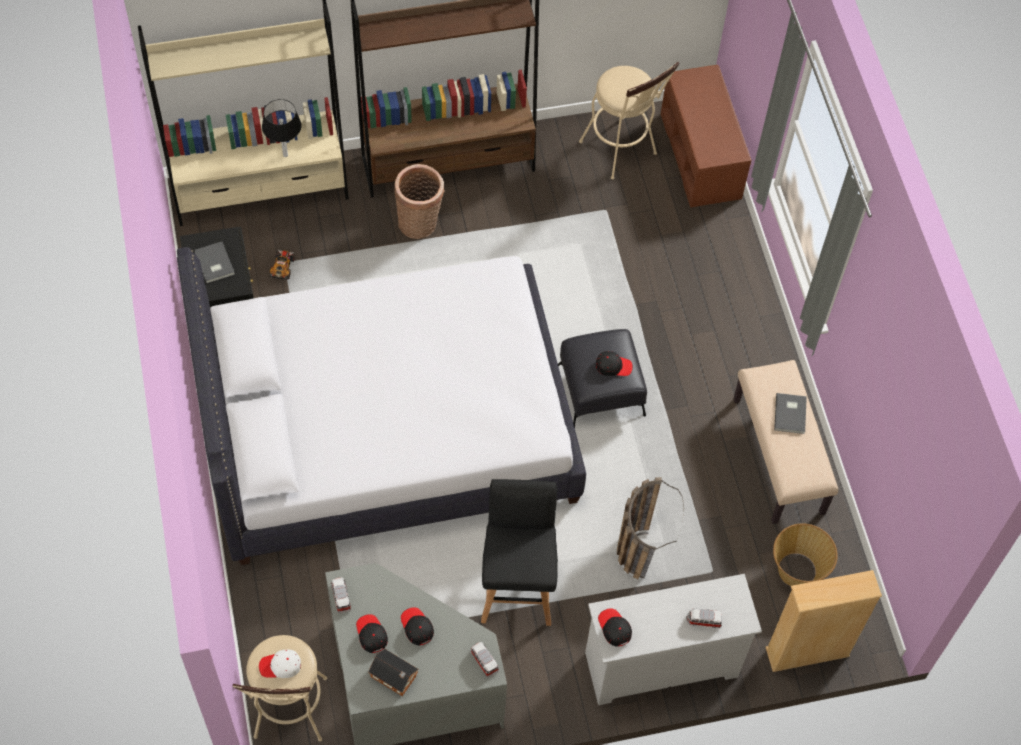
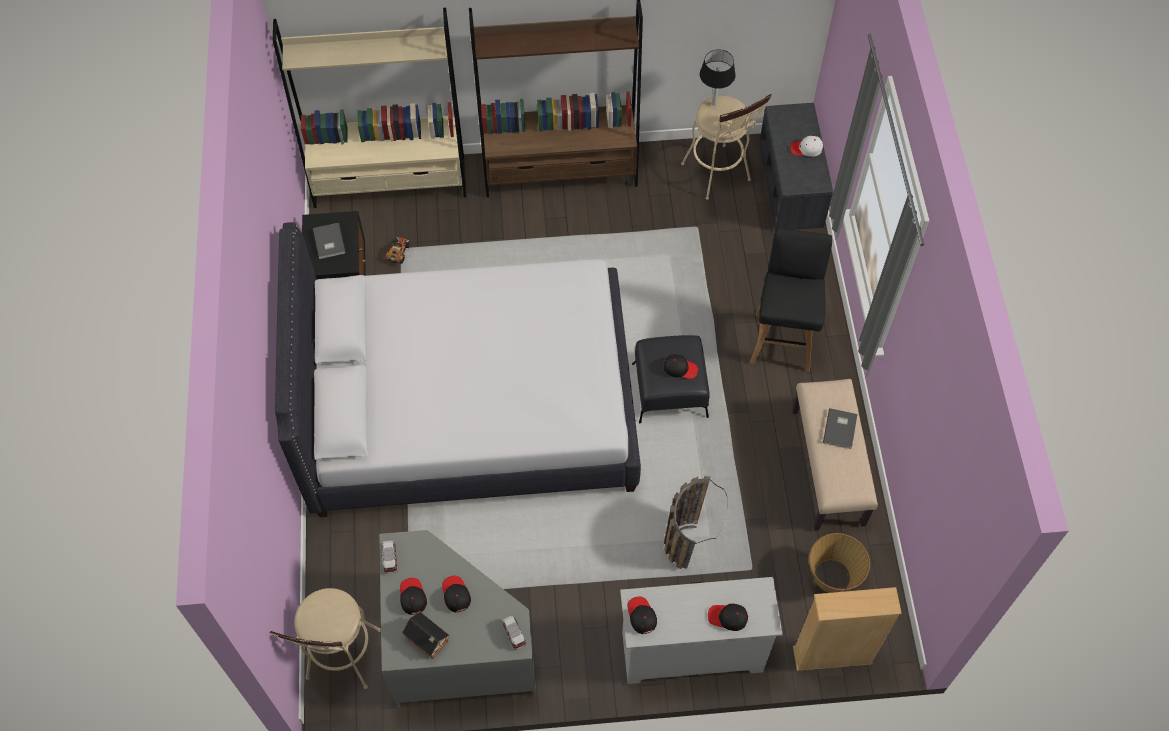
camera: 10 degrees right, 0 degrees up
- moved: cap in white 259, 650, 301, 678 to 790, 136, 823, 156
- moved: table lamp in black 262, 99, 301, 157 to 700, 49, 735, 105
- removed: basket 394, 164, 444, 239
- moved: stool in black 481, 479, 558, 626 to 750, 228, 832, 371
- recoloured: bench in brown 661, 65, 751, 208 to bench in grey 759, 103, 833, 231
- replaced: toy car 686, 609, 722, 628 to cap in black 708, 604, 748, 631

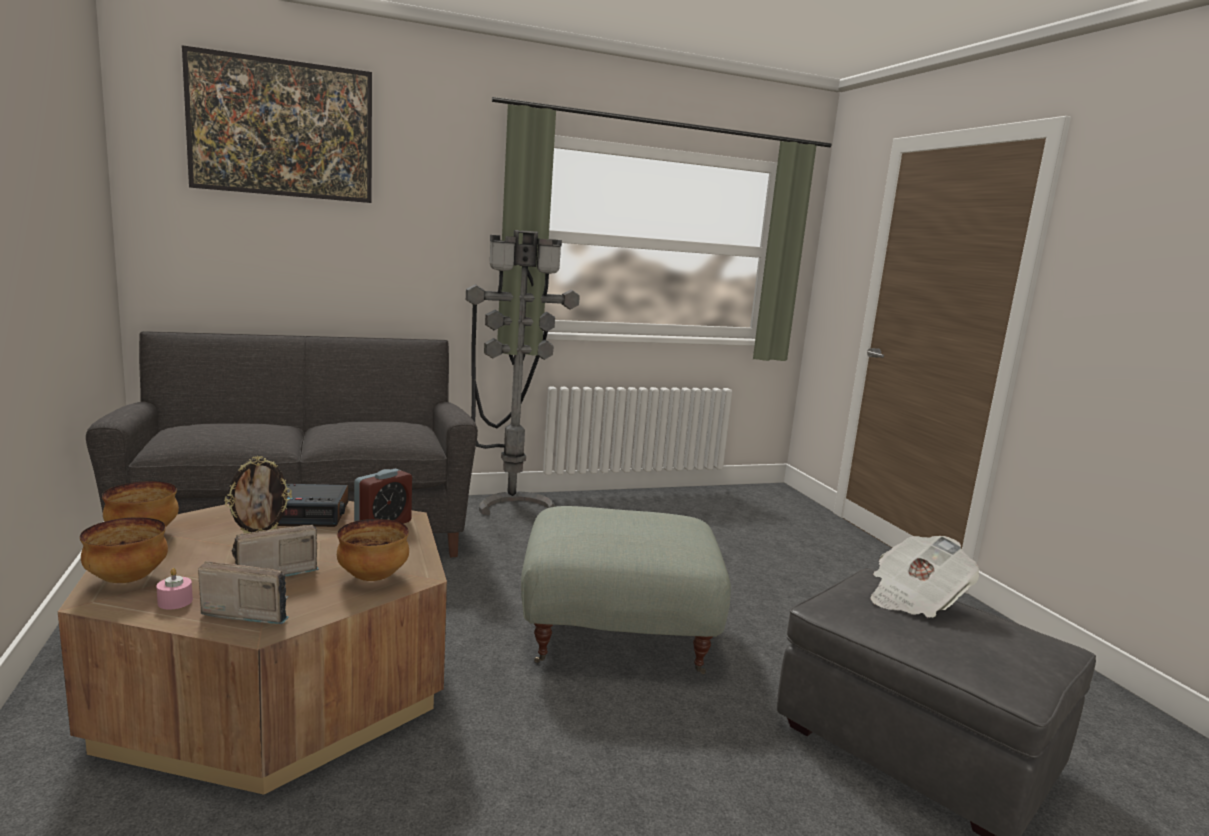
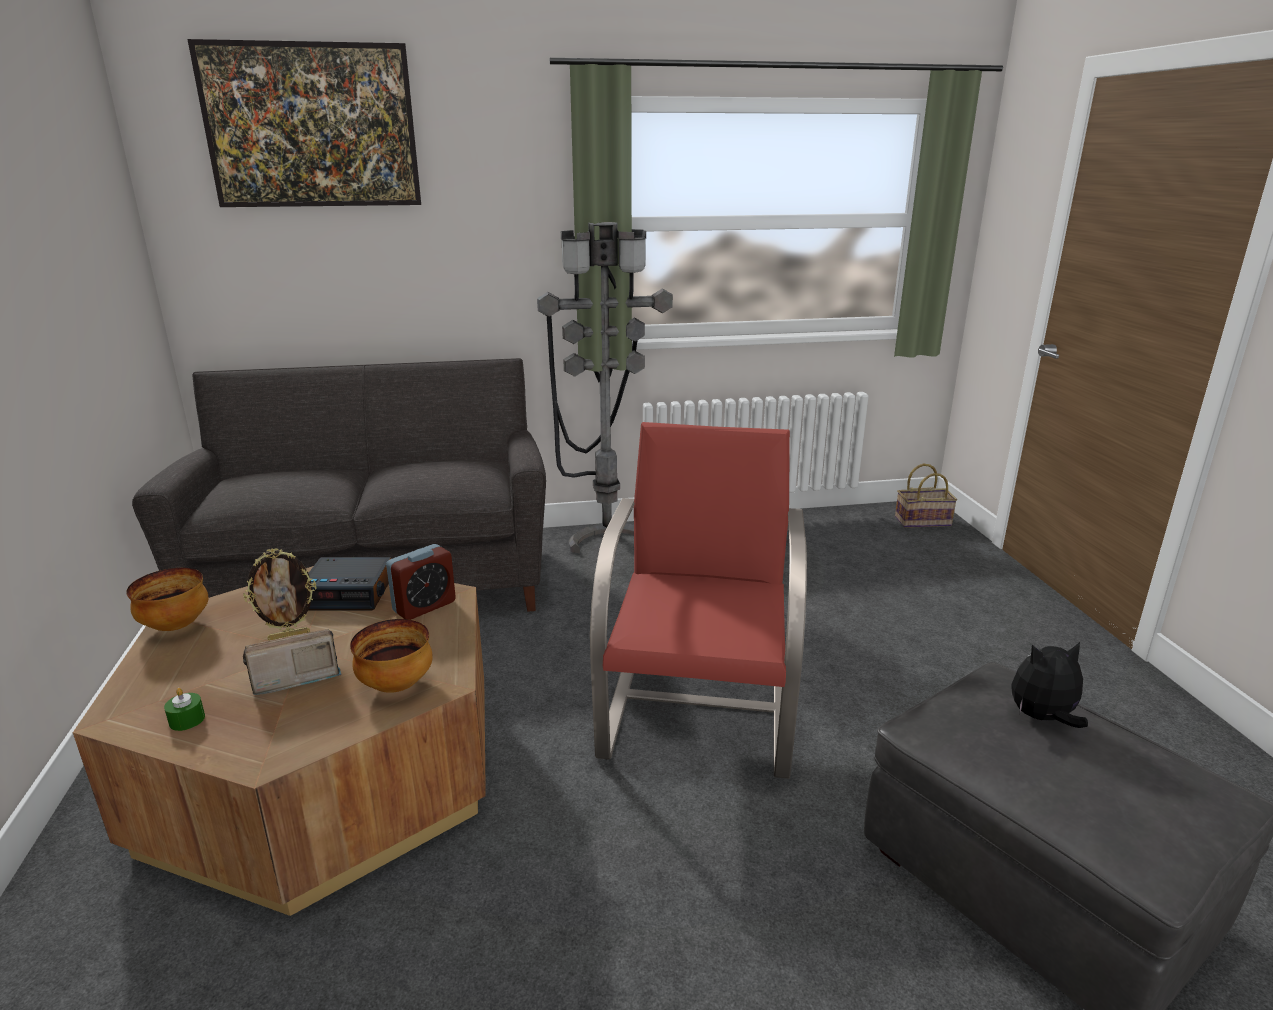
camera: 10 degrees right, 10 degrees up
- removed: bowl 80, 517, 168, 583
- recoloured: candle in pink 156, 568, 193, 610 to candle in green 164, 688, 205, 731
- removed: radio 198, 561, 289, 624
- replaced: ottoman in grey 521, 506, 731, 674 to armchair in red 590, 422, 807, 779
- replaced: newspaper 871, 536, 979, 618 to plush toy 1011, 642, 1088, 728
- added: basket 895, 464, 957, 528

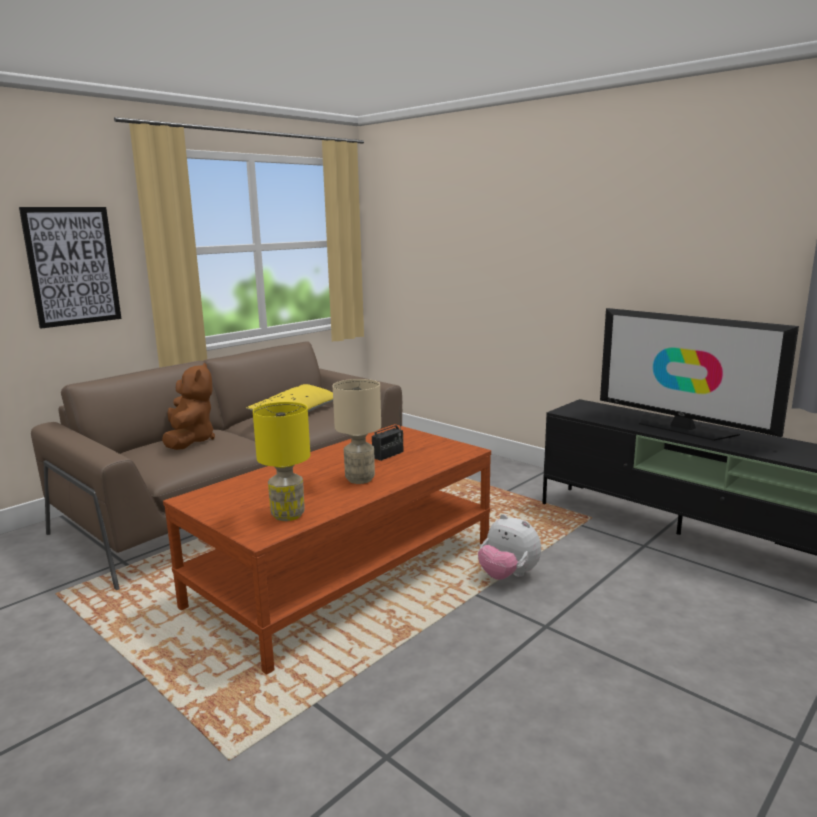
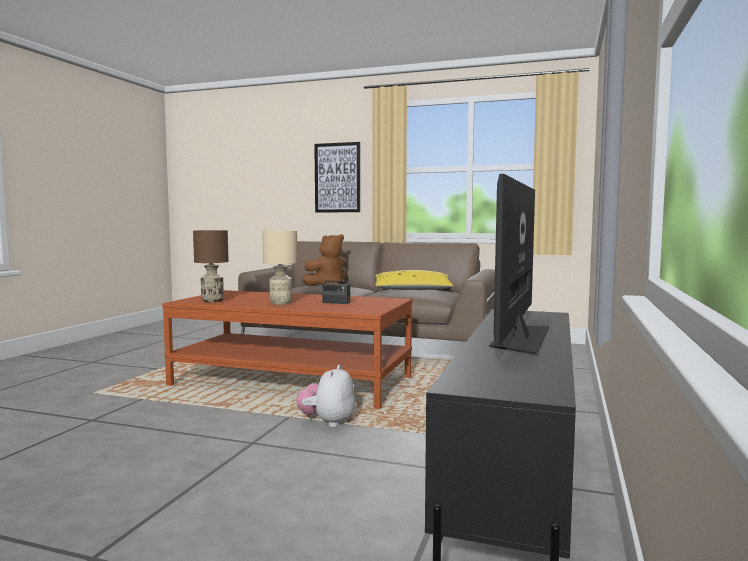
camera: 65 degrees right, 10 degrees down
- recoloured: table lamp in yellow 253, 402, 310, 521 to table lamp in brown 193, 230, 229, 303

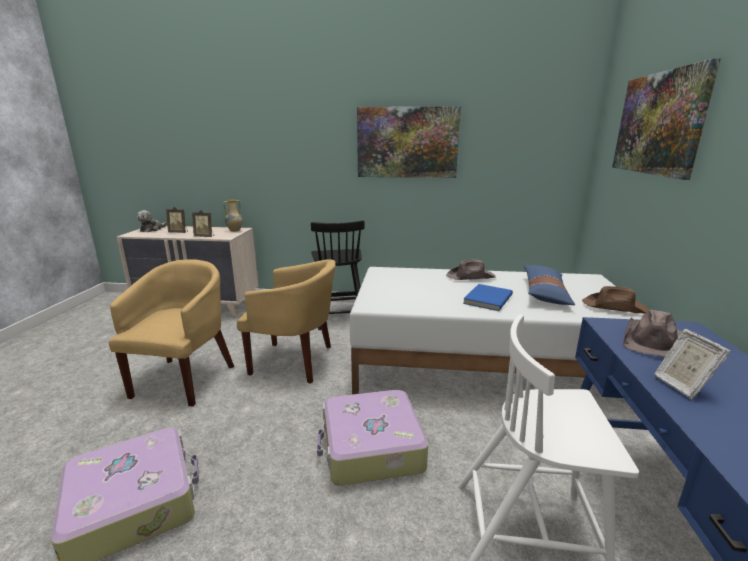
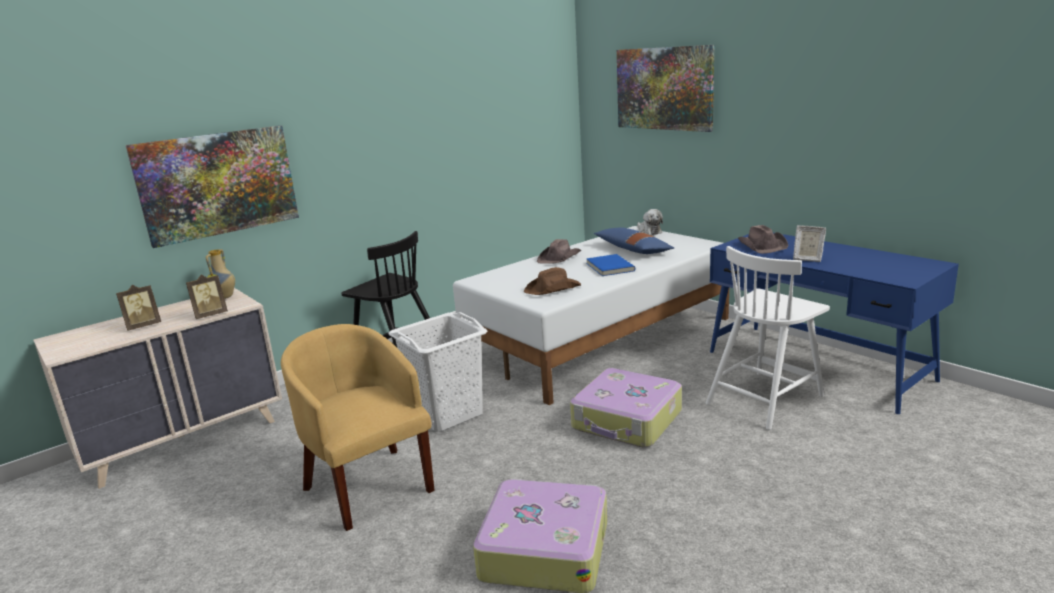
camera: 45 degrees left, 0 degrees up
- moved: plush toy 137, 210, 167, 232 to 637, 209, 663, 235
- replaced: armchair in yellow 237, 259, 336, 384 to laundry basket in white 388, 312, 488, 432
- moved: picture 357, 106, 461, 178 to 126, 125, 299, 248
- moved: hat in brown 582, 286, 649, 314 to 524, 267, 581, 295

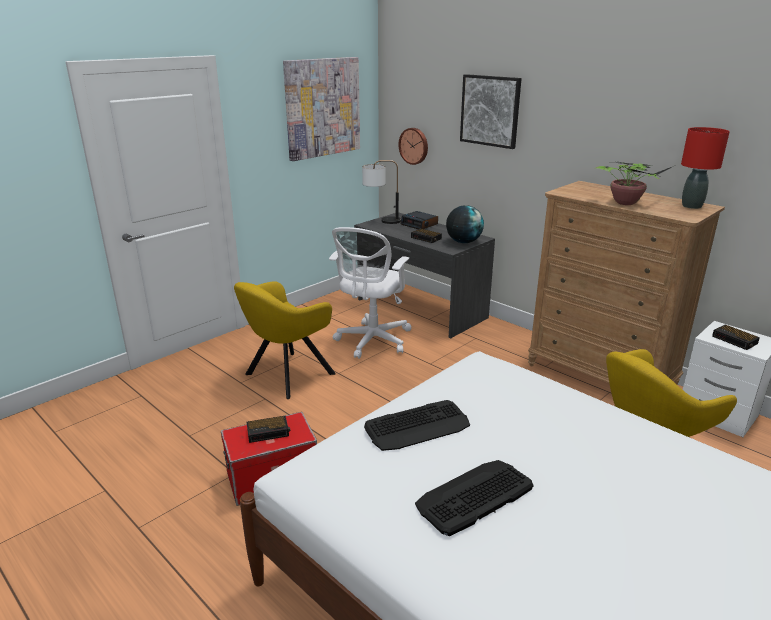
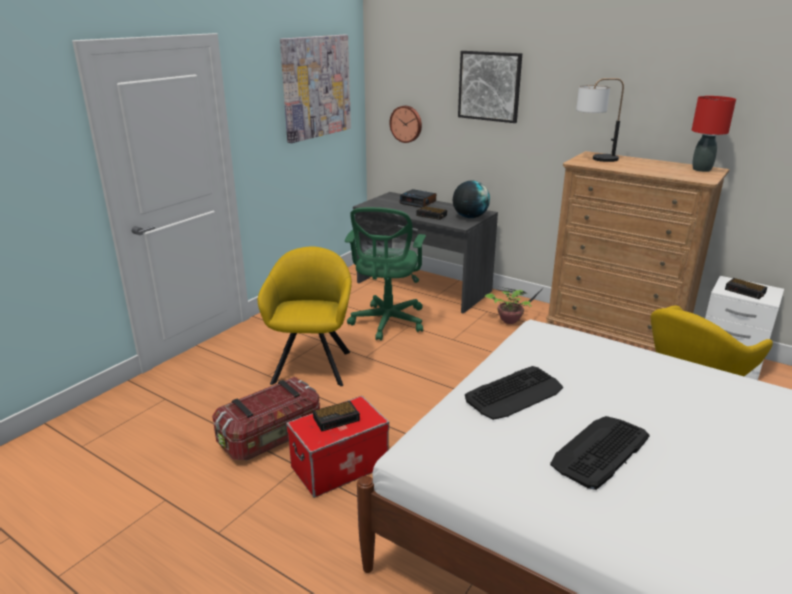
camera: 10 degrees left, 0 degrees up
- turned: armchair in yellow 234, 281, 336, 399 = 258, 246, 352, 386 150 degrees clockwise
- recoloured: office chair in white 329, 227, 411, 359 to office chair in green 345, 207, 426, 341
- moved: table lamp 362, 160, 401, 224 to 576, 78, 624, 162
- moved: potted plant 596, 161, 674, 205 to 484, 287, 544, 324
- added: storage box 212, 377, 320, 460

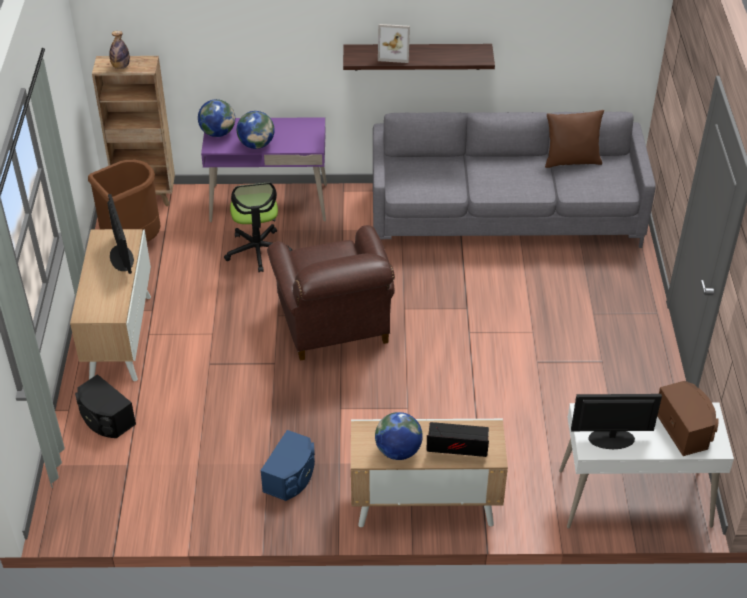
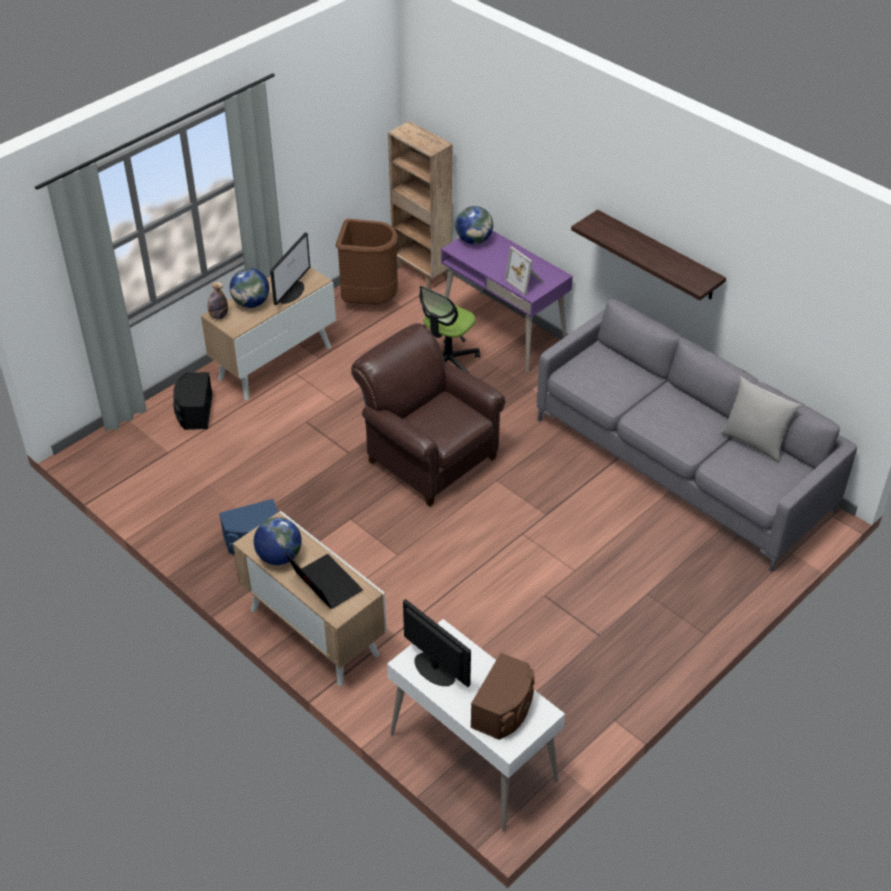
camera: 45 degrees right, 0 degrees up
- moved: bottle 109, 31, 130, 69 to 208, 282, 228, 319
- moved: globe 237, 111, 274, 149 to 230, 268, 269, 308
- turned: armchair in brown 267, 225, 395, 361 = 351, 323, 505, 507 105 degrees clockwise
- moved: picture frame 378, 24, 410, 63 to 505, 246, 544, 295
- recoloured: pillow in brown 545, 110, 604, 168 to pillow in grey 721, 376, 801, 462

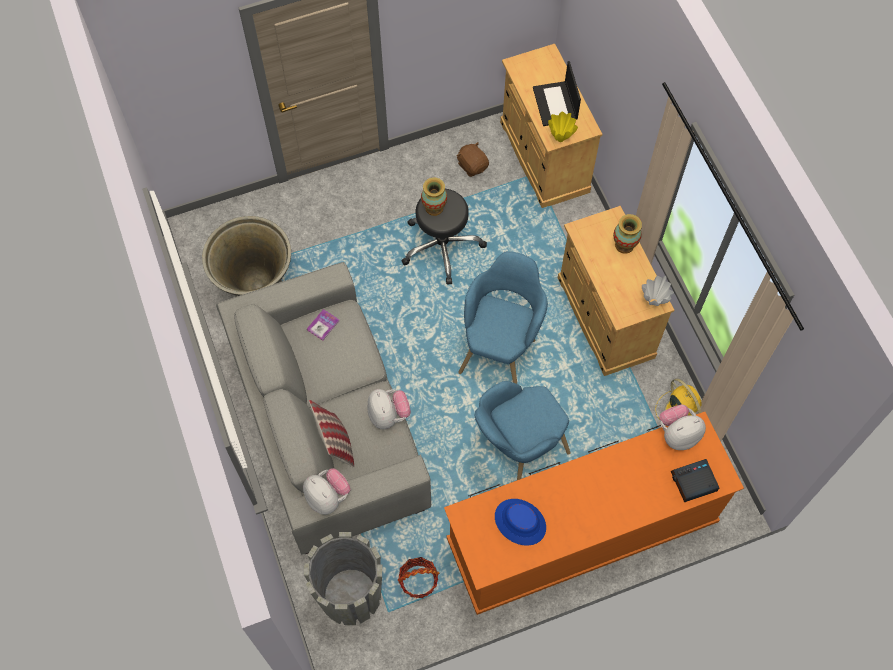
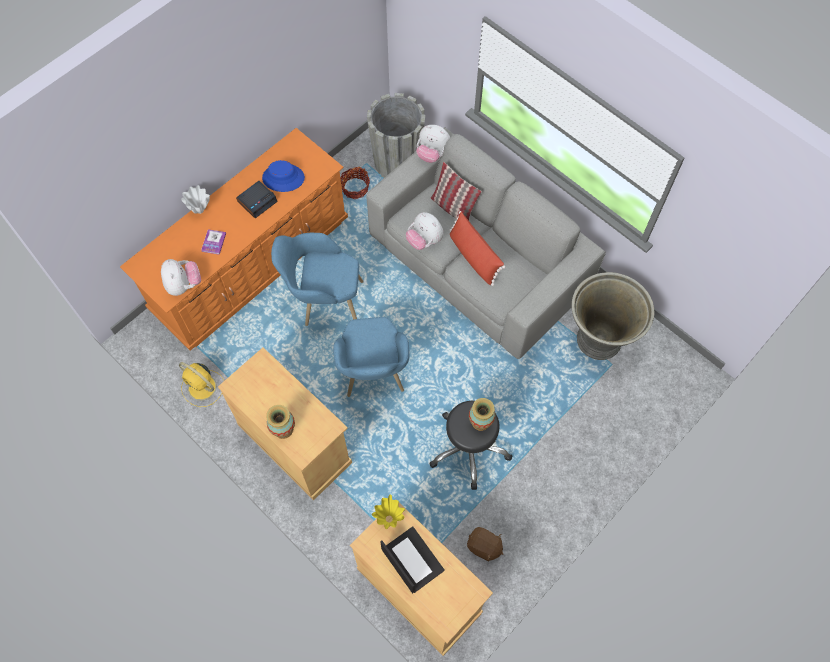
camera: 155 degrees right, 0 degrees up
- moved: book 307, 309, 339, 341 to 201, 229, 226, 255
- turned: armchair in blue 475, 381, 570, 480 = 271, 233, 364, 326 120 degrees counterclockwise
- moved: vase in white 642, 276, 674, 306 to 181, 185, 210, 214
- turned: plush toy 659, 405, 706, 450 = 161, 259, 201, 296 60 degrees counterclockwise
- moved: alarm clock 671, 459, 719, 502 to 236, 181, 278, 218
- added: pillow in red 449, 211, 505, 286

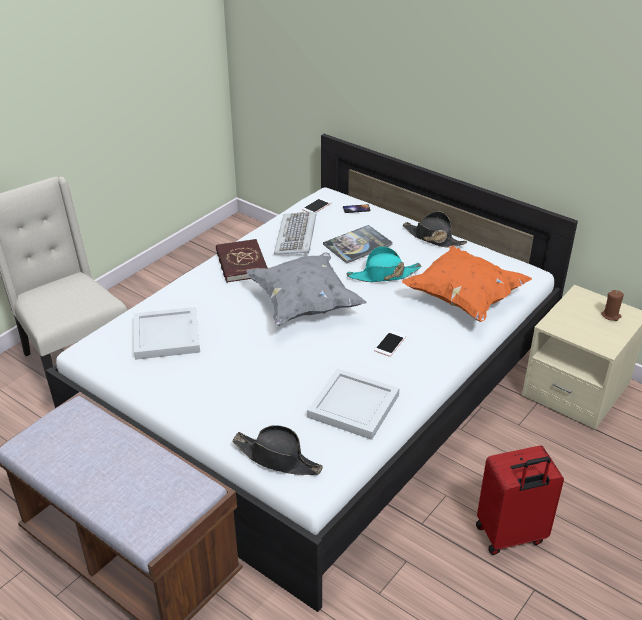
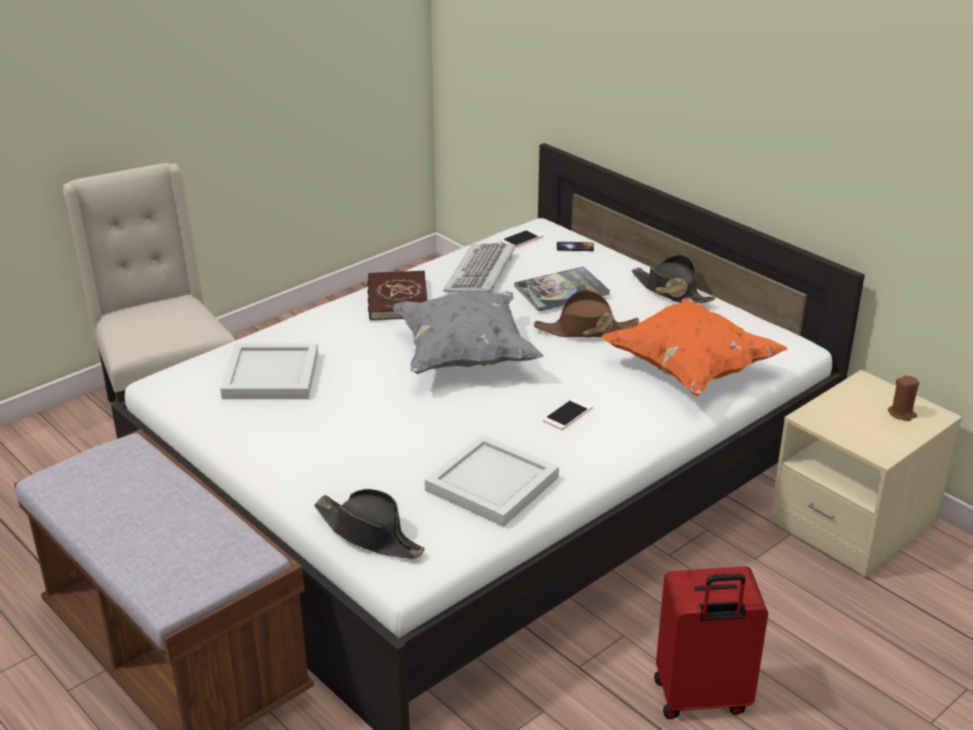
camera: 10 degrees right, 5 degrees down
- recoloured: hat in turquoise 347, 246, 421, 282 to hat in brown 534, 290, 639, 337

